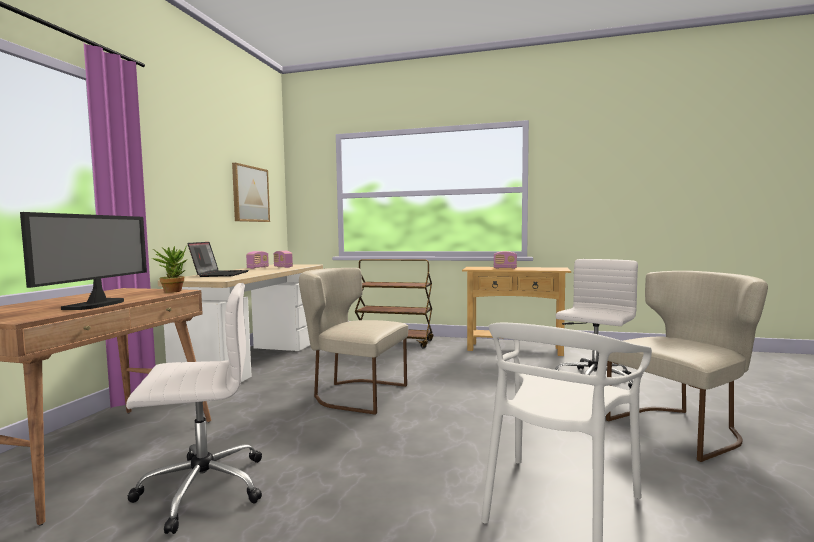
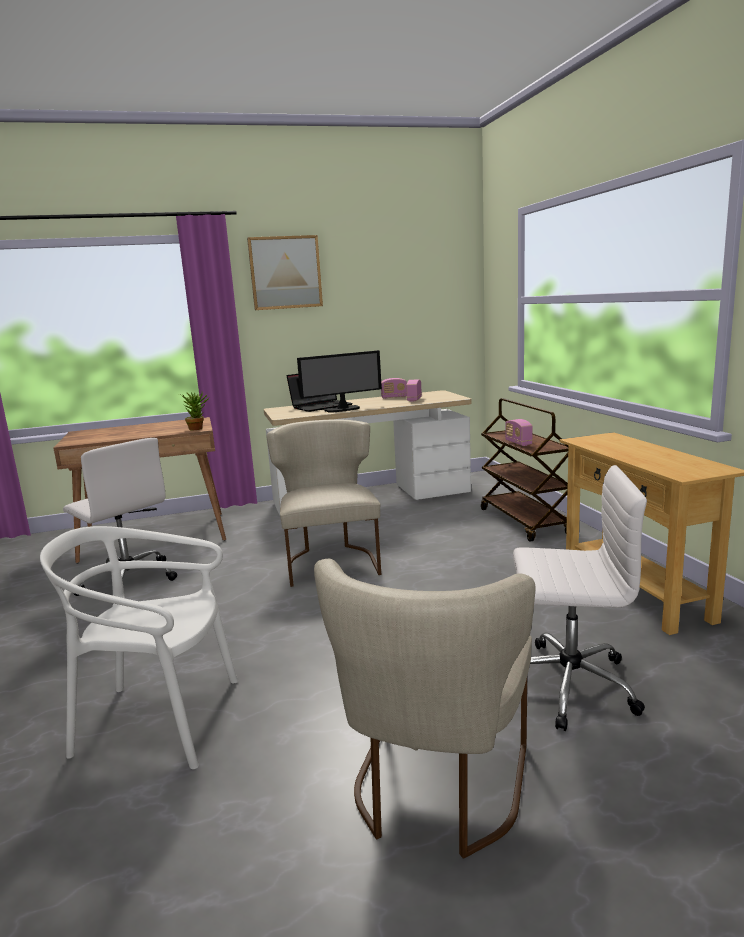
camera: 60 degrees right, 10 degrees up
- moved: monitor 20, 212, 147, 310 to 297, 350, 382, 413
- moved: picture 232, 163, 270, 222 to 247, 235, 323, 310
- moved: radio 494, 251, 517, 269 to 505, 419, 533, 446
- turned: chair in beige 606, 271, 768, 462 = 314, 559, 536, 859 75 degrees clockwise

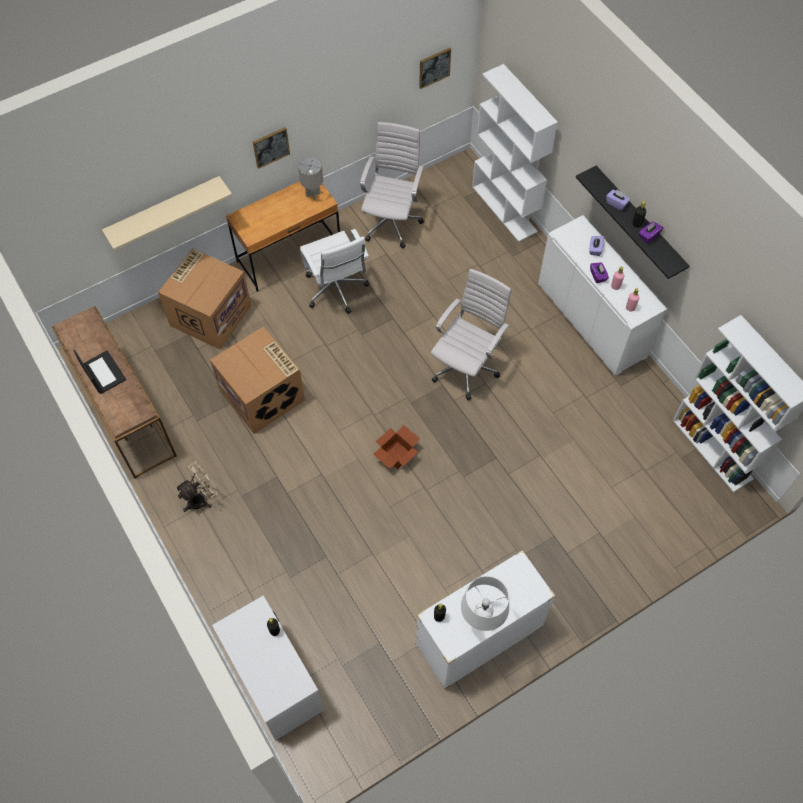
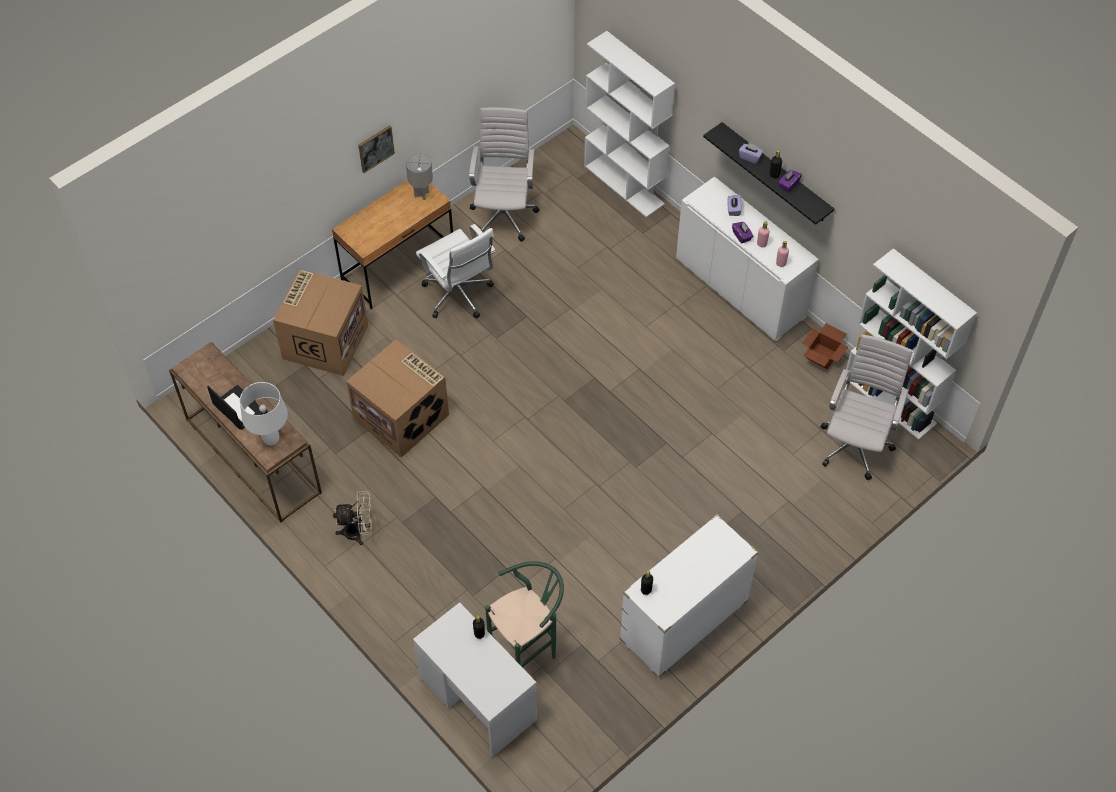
camera: 10 degrees left, 5 degrees down
- removed: shelf in beige 102, 176, 232, 251
- turned: fan in beige 175, 461, 218, 512 = 333, 491, 372, 545 45 degrees clockwise
- moved: cardboard box 373, 424, 420, 469 to 803, 323, 848, 369
- removed: picture 419, 48, 451, 89
- moved: office chair in white 431, 268, 511, 400 to 821, 334, 913, 480
- moved: table lamp in white 461, 576, 509, 631 to 240, 382, 288, 445
- added: stool in green 485, 561, 564, 667

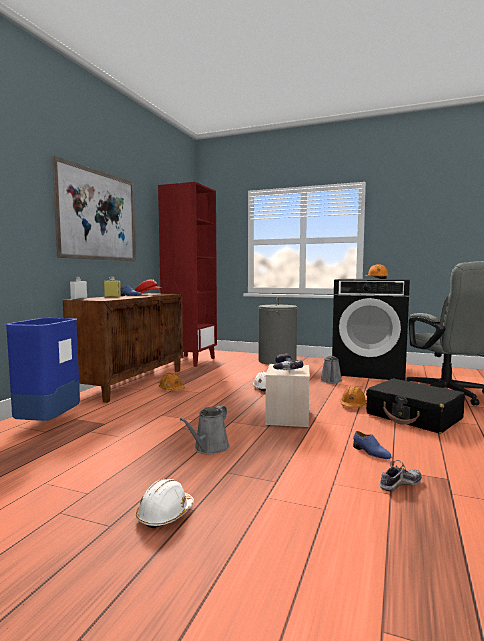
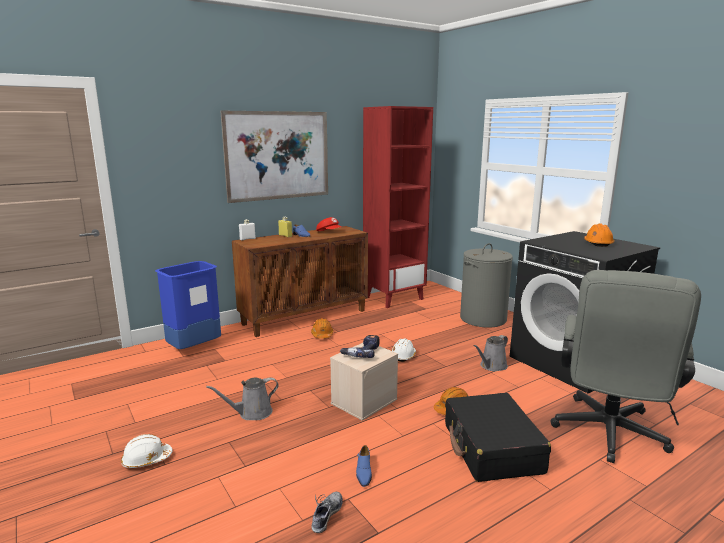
camera: 35 degrees right, 10 degrees up
- turned: shoe 380, 460, 422, 491 = 312, 492, 343, 533 75 degrees counterclockwise

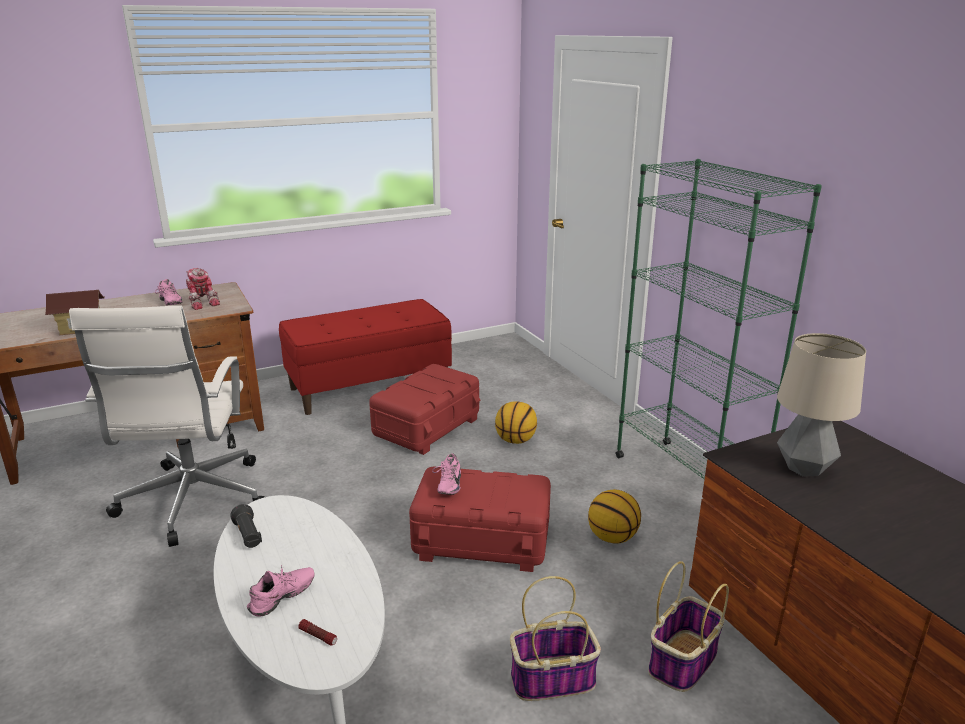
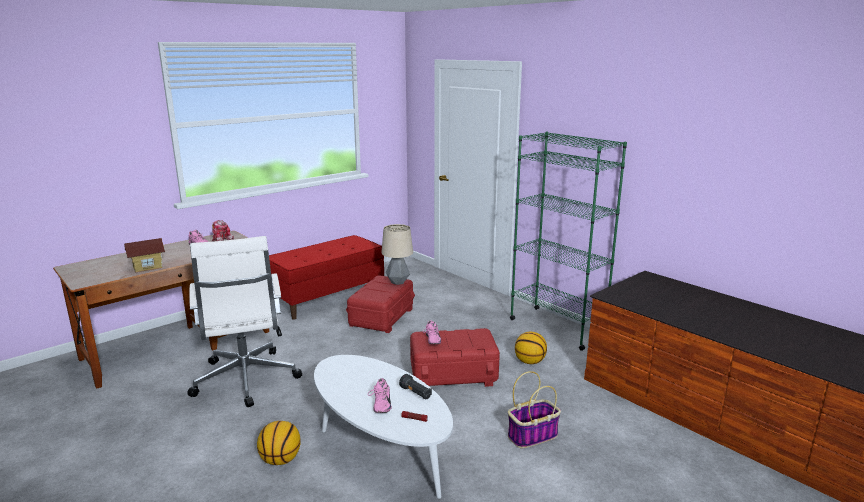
camera: 15 degrees left, 5 degrees down
- moved: flashlight in black 230, 504, 262, 548 to 399, 374, 432, 399
- turned: shoe in pink 247, 565, 315, 616 = 368, 378, 392, 413 150 degrees clockwise
- moved: basketball 495, 401, 537, 444 to 257, 421, 300, 465
- removed: basket 648, 561, 729, 692
- moved: table lamp 777, 333, 866, 477 to 381, 224, 413, 285

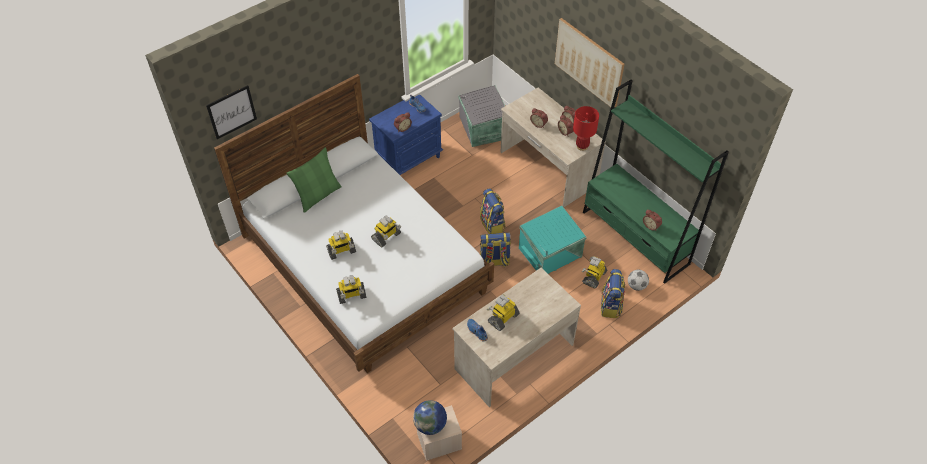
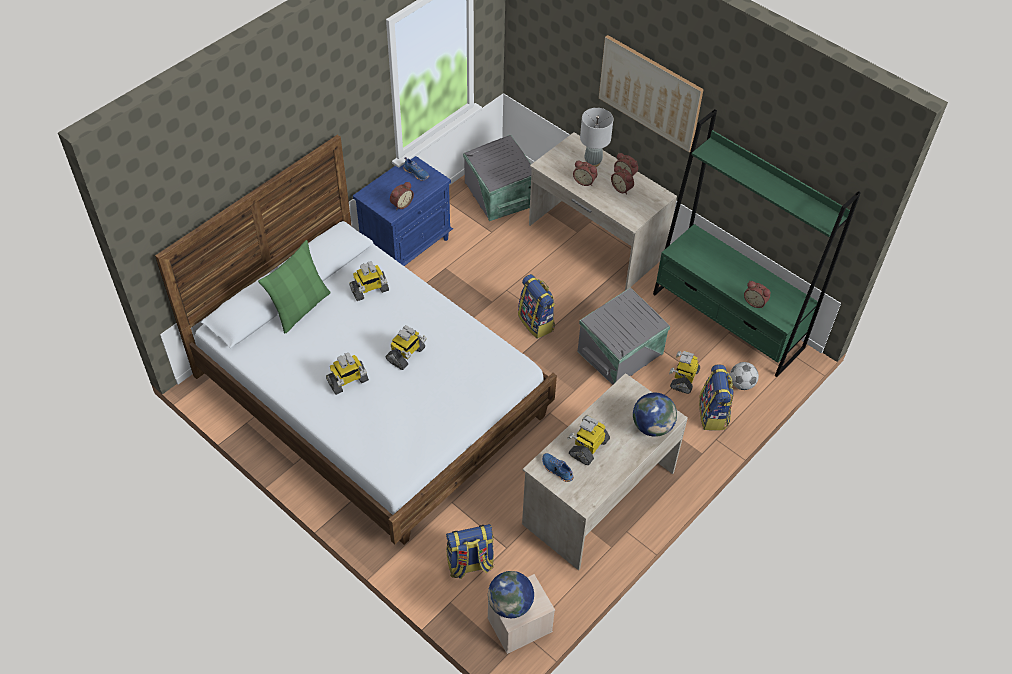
camera: 10 degrees left, 0 degrees up
- removed: picture 206, 85, 257, 139
- moved: toy robot 336, 275, 367, 304 to 349, 261, 389, 301
- moved: backpack 480, 232, 511, 267 to 446, 524, 494, 579
- recoloured: storage box in turquoise 519, 206, 587, 274 to storage box in grey 578, 287, 670, 385
- removed: table lamp in red 573, 106, 599, 151
- added: table lamp in grey 580, 108, 613, 167
- added: globe 633, 393, 677, 437

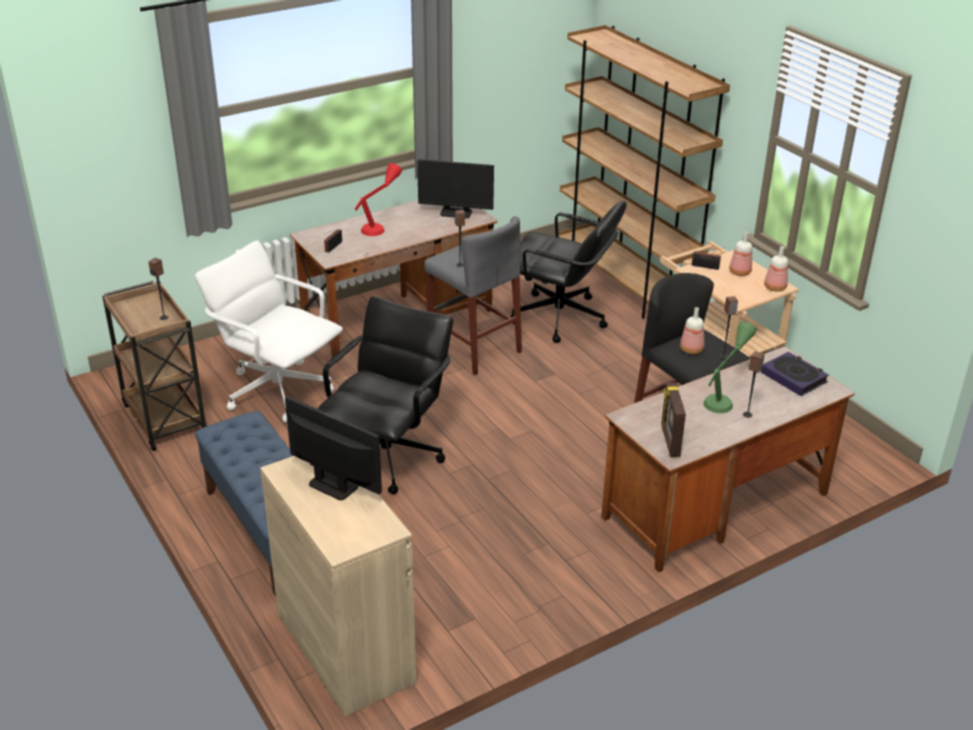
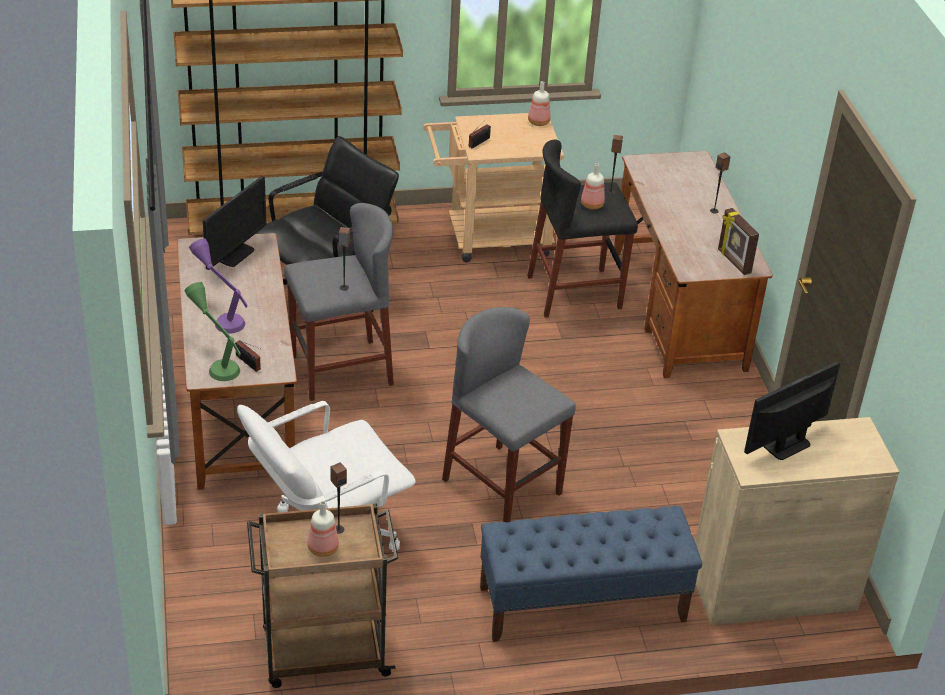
camera: 70 degrees left, 5 degrees up
- replaced: office chair in black 318, 296, 453, 494 to stool in grey 442, 307, 576, 522
- recoloured: table lamp in red 355, 163, 402, 236 to table lamp in purple 189, 238, 248, 334
- turned: picture frame 661, 383, 686, 457 = 718, 208, 759, 275 45 degrees clockwise
- moved: table lamp in green 703, 321, 757, 413 to 184, 282, 241, 381
- moved: bottle 729, 231, 752, 276 to 307, 501, 339, 557
- removed: book 761, 352, 829, 396

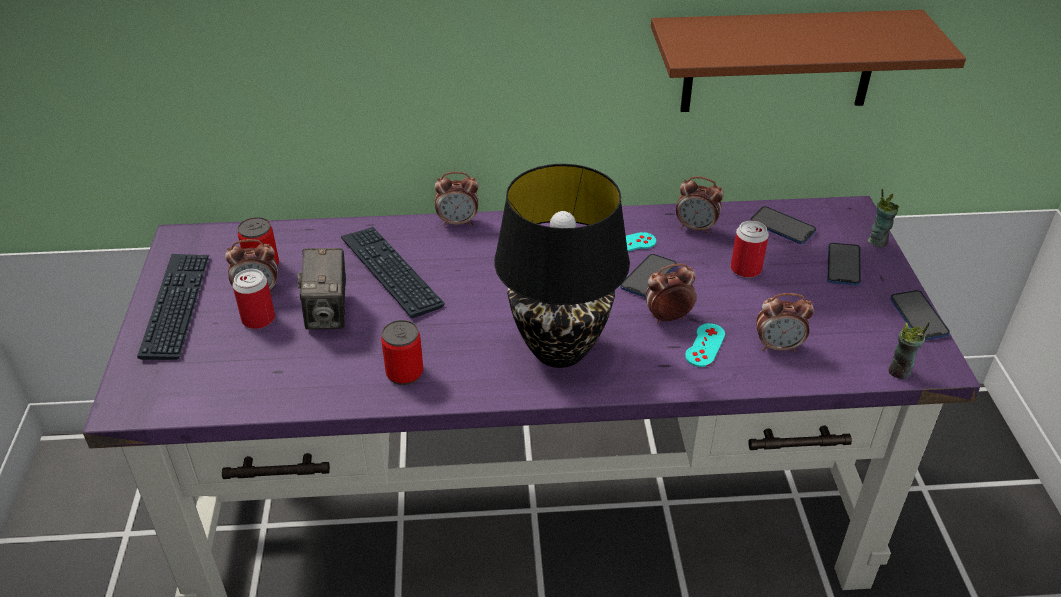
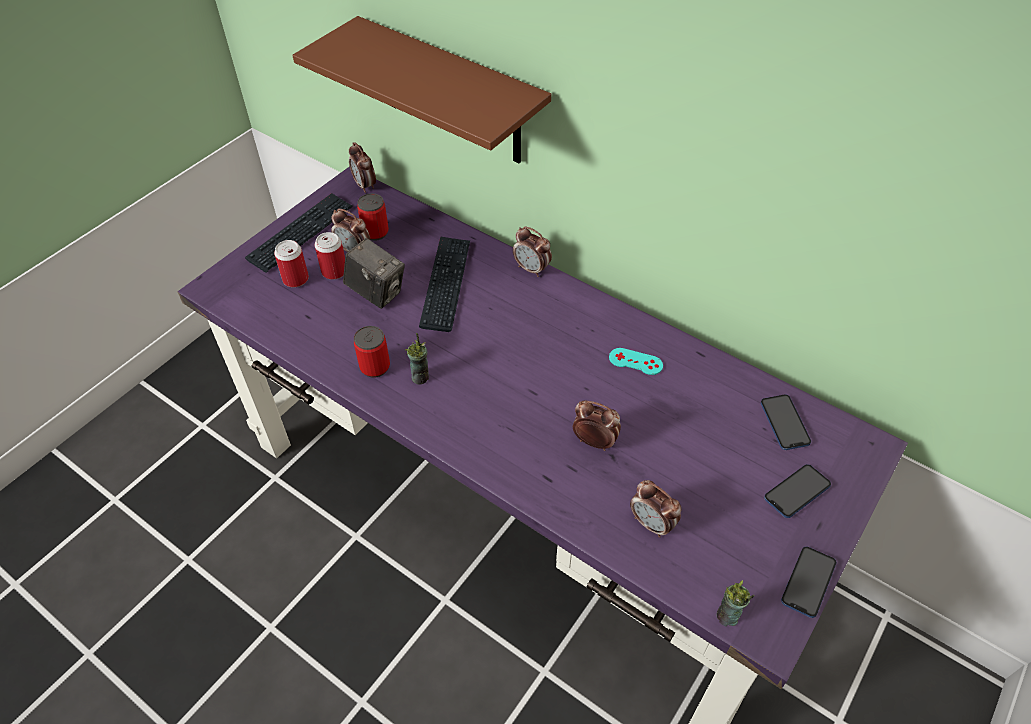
camera: 40 degrees right, 10 degrees up
- turned: photo camera 297, 248, 346, 329 = 343, 238, 405, 309 90 degrees counterclockwise
- removed: table lamp in black 494, 164, 630, 368
- removed: phone 620, 254, 677, 297
- moved: shelf in brown 651, 10, 966, 112 to 292, 16, 551, 163
- moved: alarm clock 676, 176, 724, 234 to 349, 142, 376, 193
- removed: game controller in turquoise 685, 323, 725, 367
- moved: can 731, 221, 769, 278 to 274, 240, 309, 287
- moved: cup 868, 189, 899, 247 to 405, 333, 429, 384

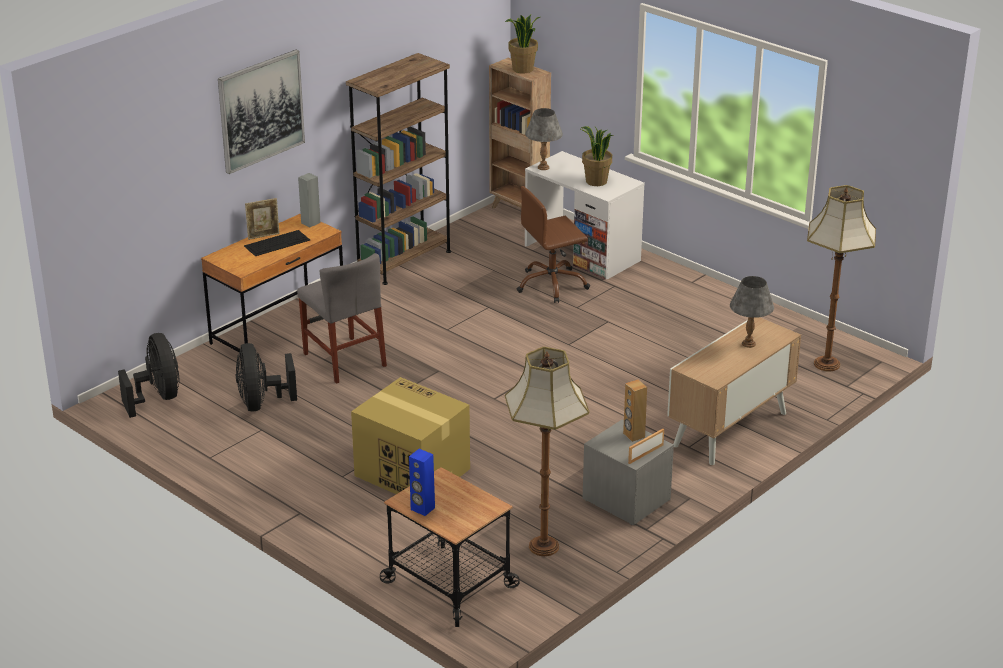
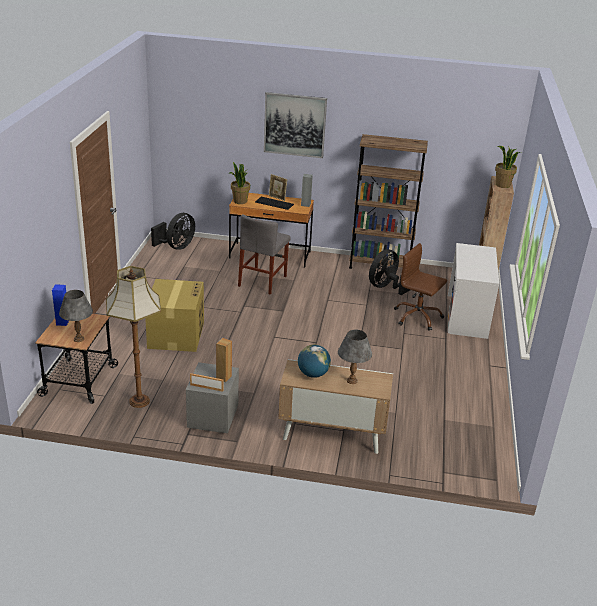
camera: 55 degrees right, 0 degrees up
- moved: fan in black 236, 343, 297, 411 to 369, 249, 410, 295
- moved: table lamp in grey 525, 108, 563, 170 to 59, 290, 93, 342
- moved: potted plant 579, 126, 614, 186 to 228, 162, 250, 204
- removed: floor lamp 807, 185, 876, 371
- added: globe 298, 345, 331, 378

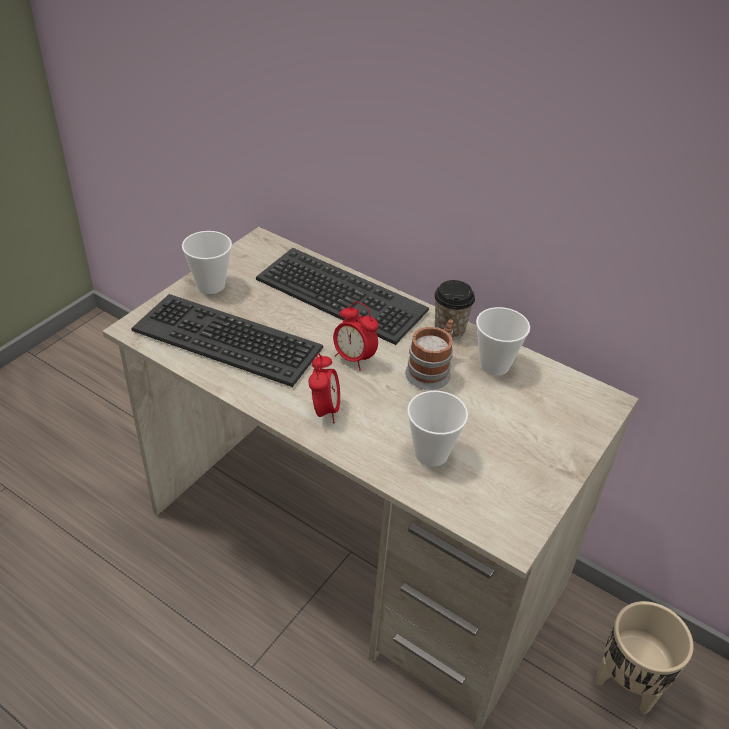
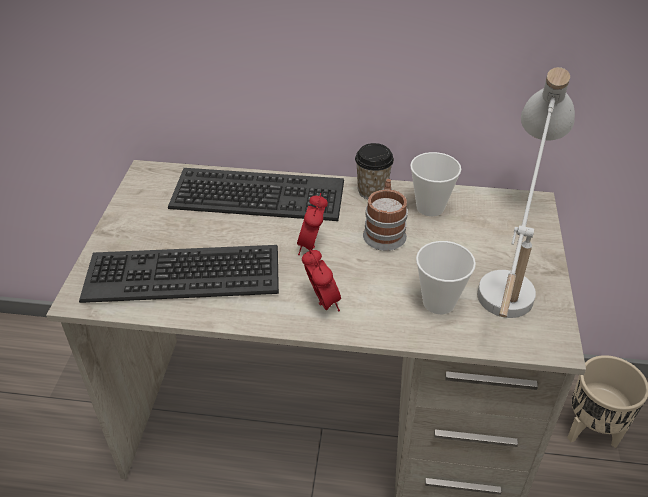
camera: 25 degrees left, 0 degrees up
- removed: cup 182, 231, 232, 294
- turned: alarm clock 333, 301, 378, 370 = 297, 193, 328, 255 90 degrees clockwise
- added: table lamp in white 477, 67, 575, 318

